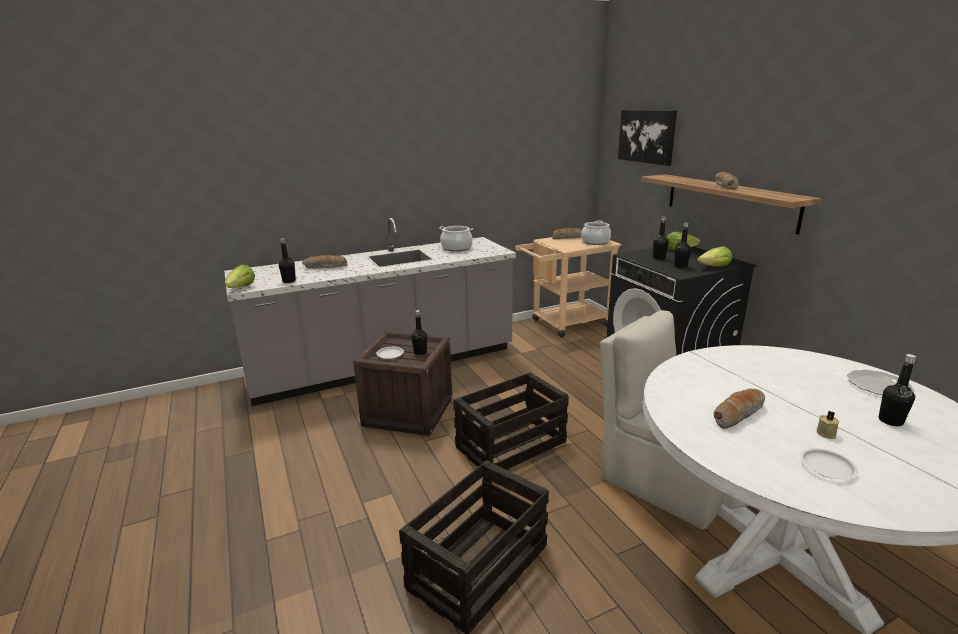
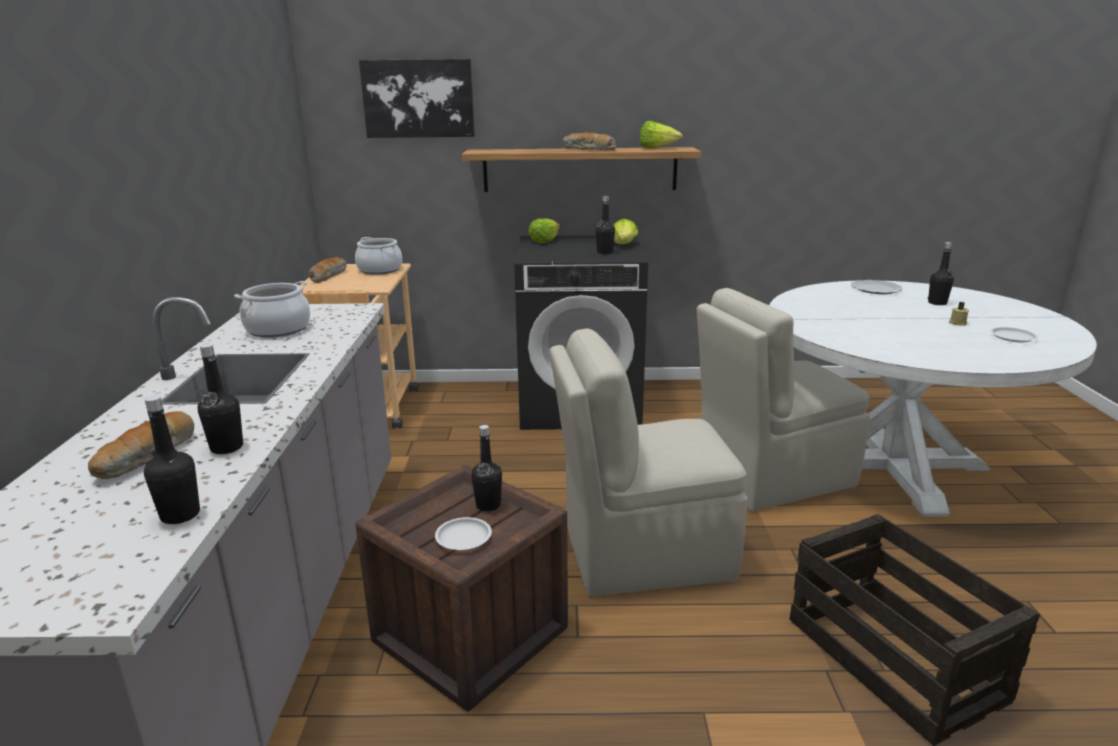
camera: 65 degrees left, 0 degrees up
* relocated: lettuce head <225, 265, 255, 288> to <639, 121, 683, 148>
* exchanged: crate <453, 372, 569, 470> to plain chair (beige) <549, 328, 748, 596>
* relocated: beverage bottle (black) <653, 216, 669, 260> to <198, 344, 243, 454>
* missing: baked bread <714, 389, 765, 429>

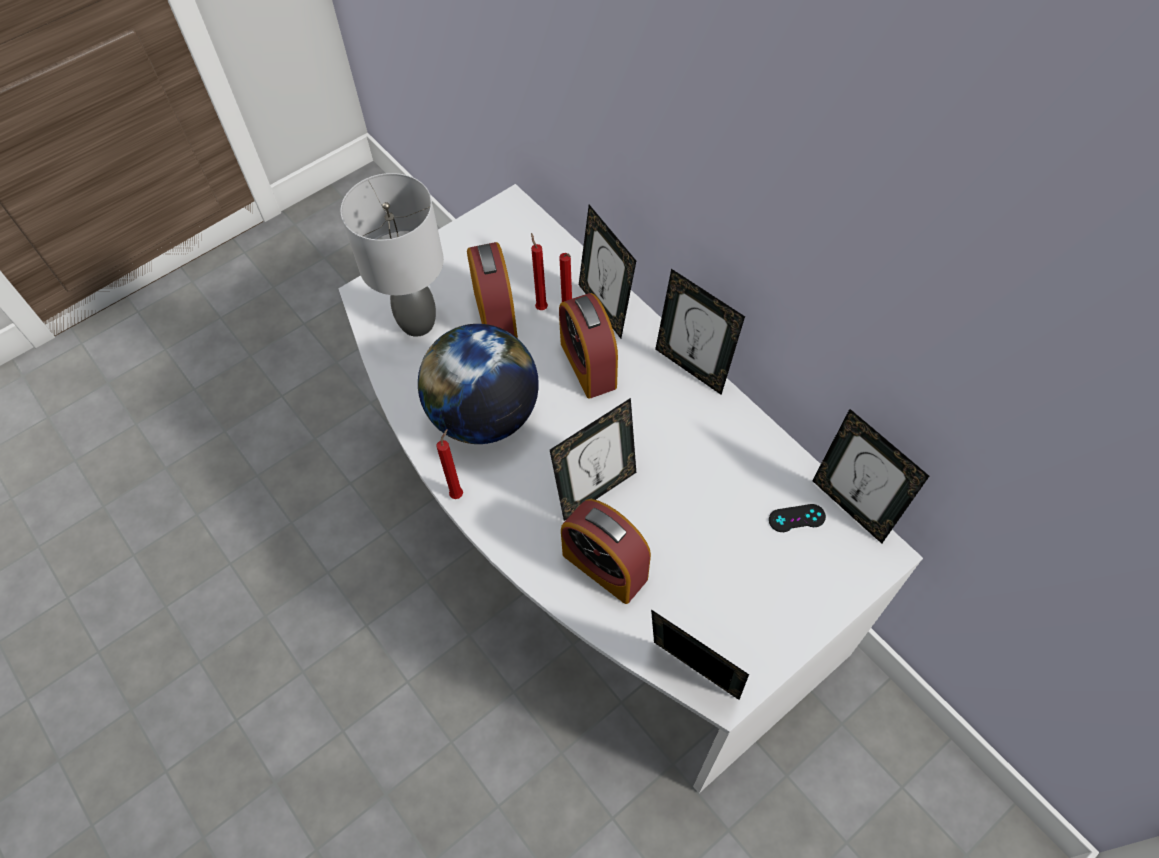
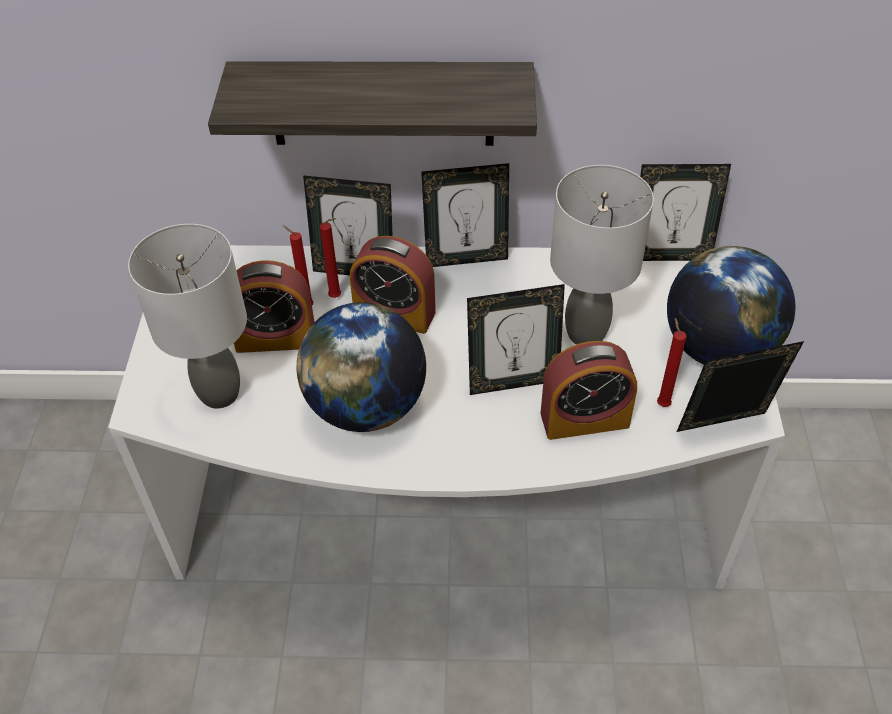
camera: 50 degrees left, 10 degrees down
* relocated: candle (red) <436, 429, 463, 499> to <657, 318, 687, 407>
* spun: alarm clock <467, 242, 518, 338> = <234, 260, 315, 353> 150 degrees clockwise
* spun: standing frame <550, 398, 636, 521> = <467, 284, 565, 395> 75 degrees clockwise
* missing: joypad (black) <769, 504, 826, 532>
* appeared: shelf <208, 61, 537, 146>
* appeared: lamp for a table (greyish) <550, 165, 654, 344>
* appeared: globe <667, 246, 795, 365>

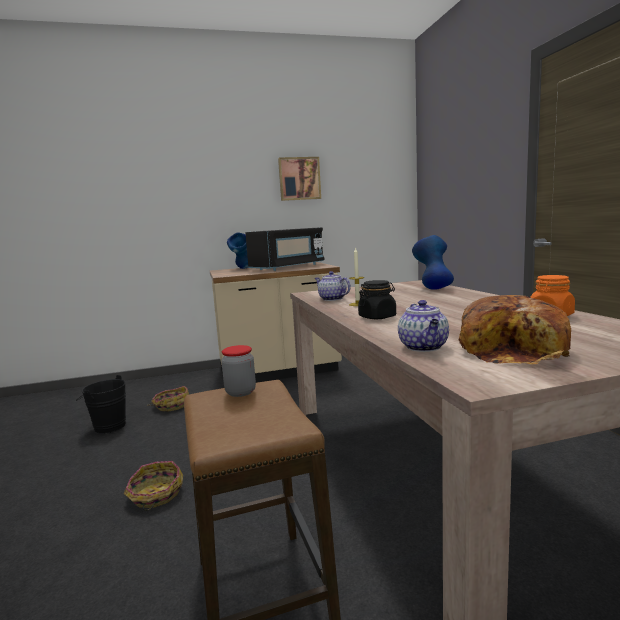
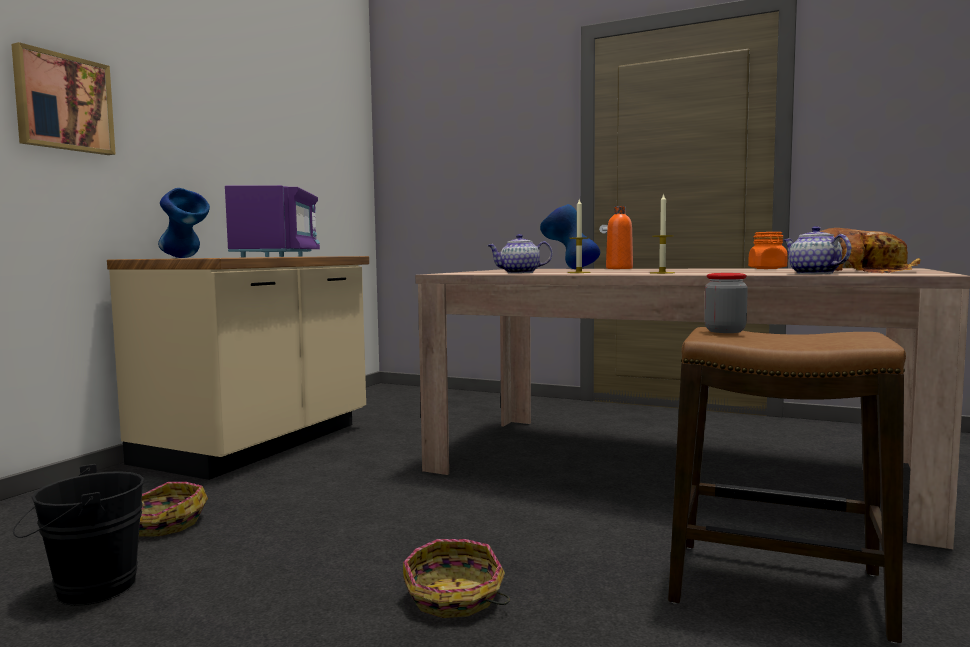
camera: 50 degrees left, 5 degrees down
* colour: kitchen microwave (black) <245, 227, 324, 271> to kitchen microwave (purplish) <225, 185, 320, 257>
* relocated: picture <278, 157, 321, 201> to <11, 42, 116, 155>
* exchanged: storage jar (black) <358, 280, 396, 319> to candle <650, 193, 675, 274>
* spun: teapot <398, 300, 449, 352> = <784, 226, 851, 274> 150 degrees counterclockwise
* appeared: beverage bottle (orangey) <606, 206, 633, 269>

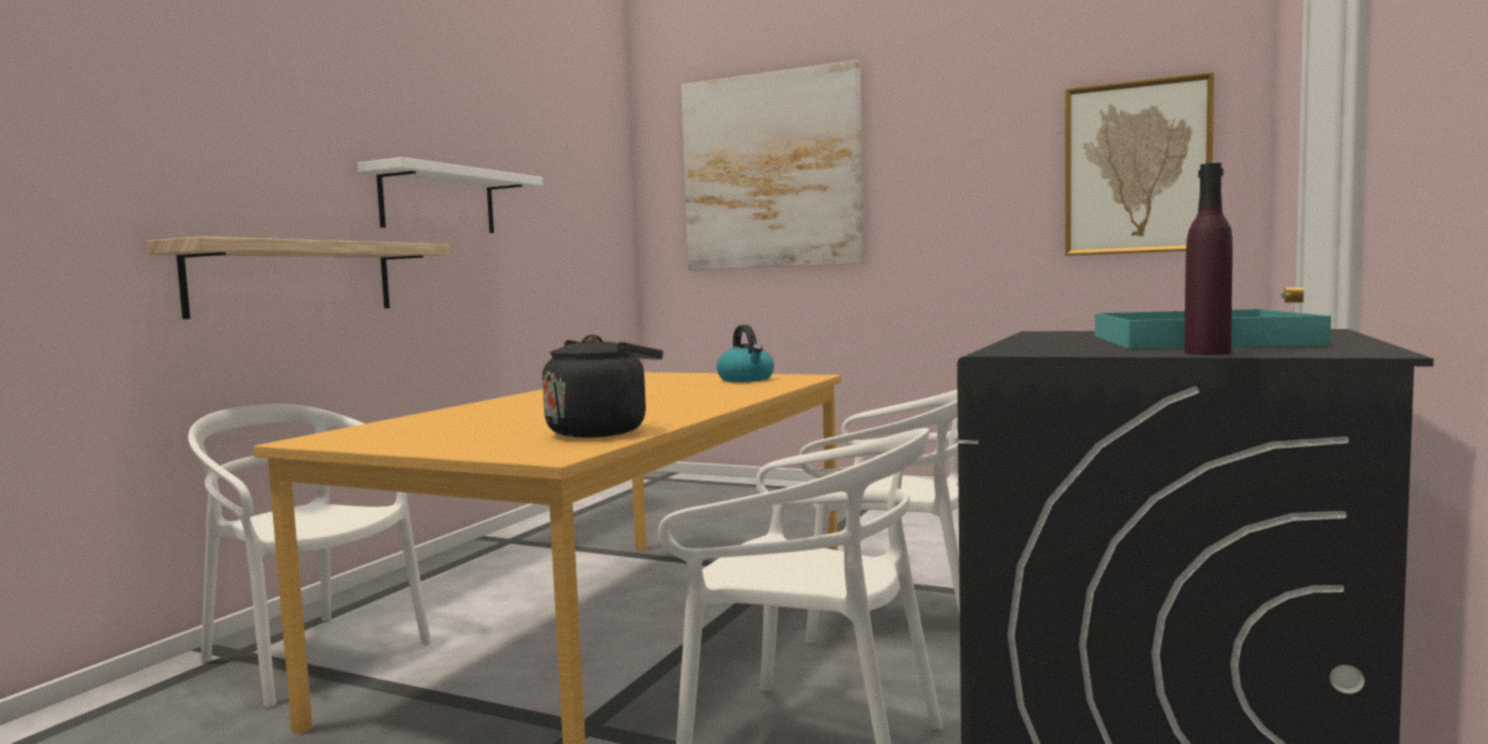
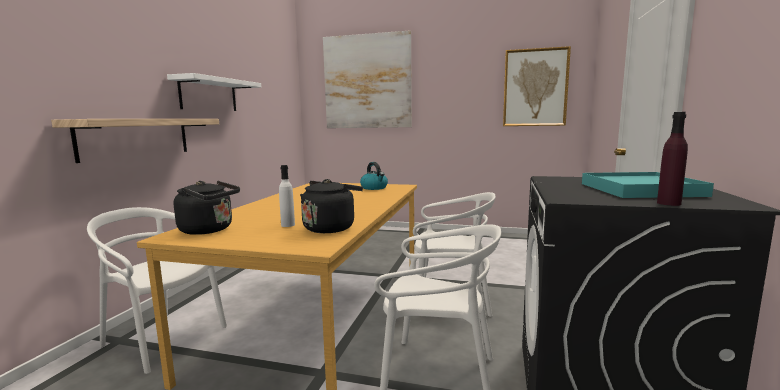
camera: 10 degrees left, 5 degrees up
* appeared: water kettle (black) <174, 181, 240, 235>
* appeared: beverage bottle (whitish) <279, 165, 295, 227>

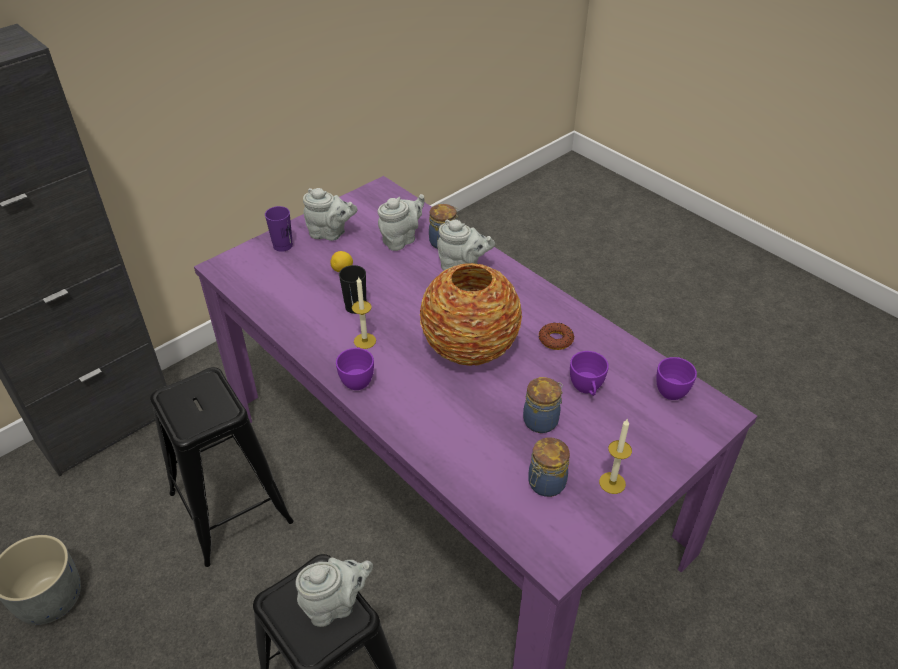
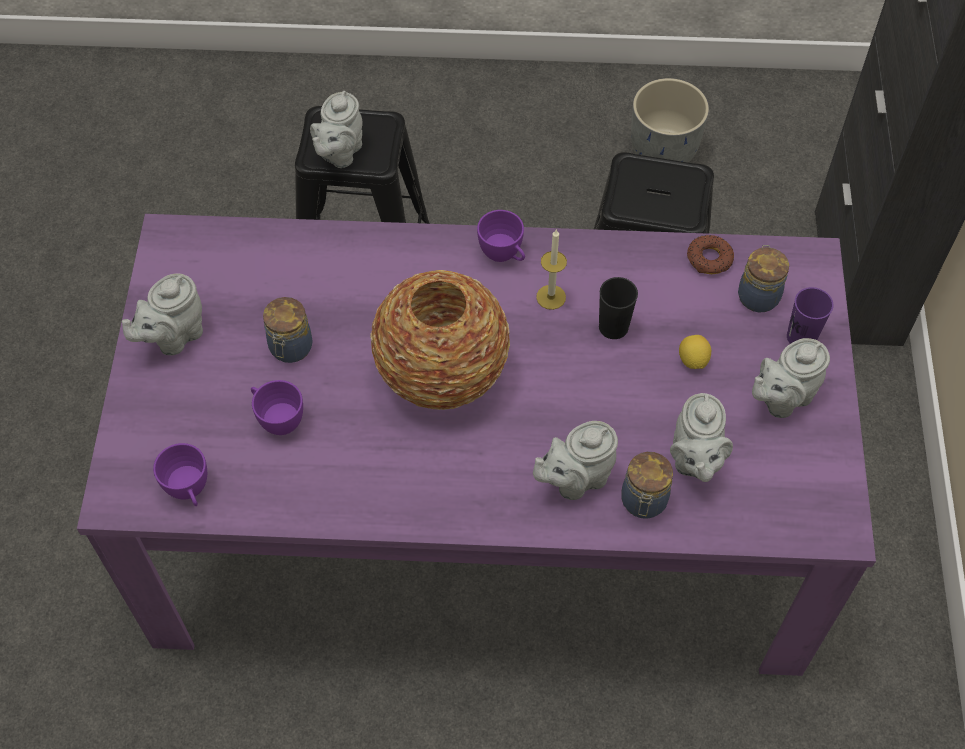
camera: 135 degrees right, 15 degrees up
* relocated: storage jar <528, 437, 570, 497> to <738, 245, 789, 313>
* relocated: doughnut <539, 322, 575, 350> to <687, 235, 734, 274>
* exchanged: candle <599, 419, 632, 494> to teapot (greyish) <122, 274, 203, 356>

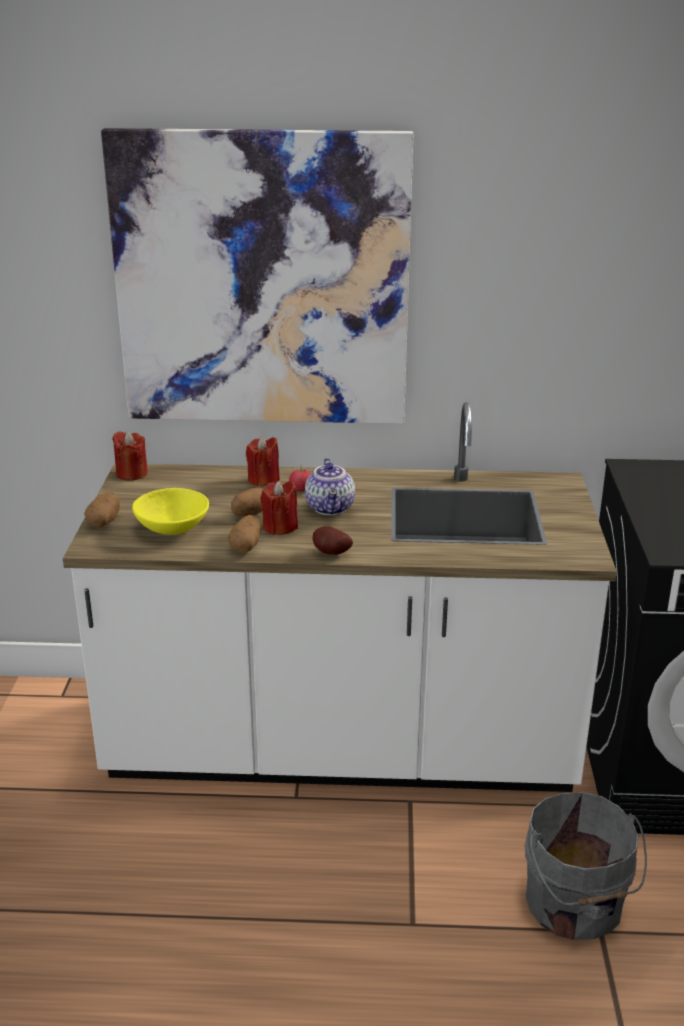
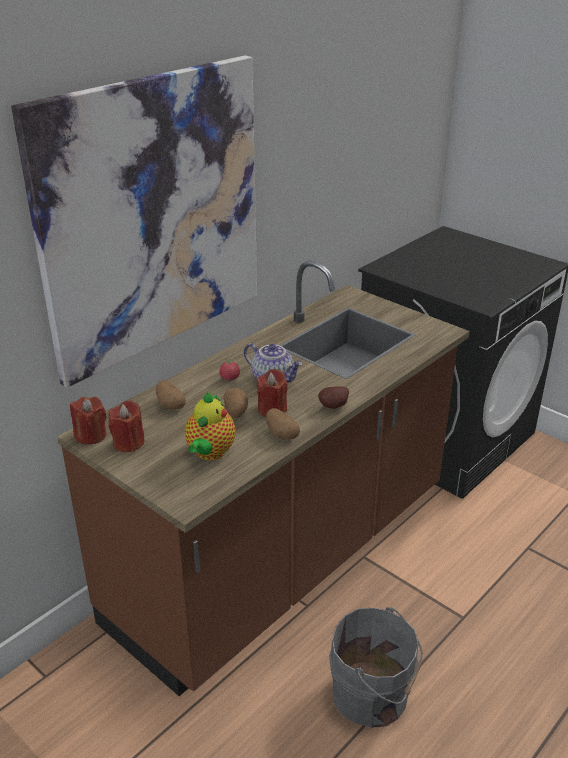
camera: 50 degrees left, 5 degrees up
* colour: counter (whitish) <63, 402, 617, 792> to counter (brown) <57, 261, 470, 696>
* relocated: potato <84, 492, 120, 527> to <156, 380, 186, 410>
* exchanged: deep dish (yellowish) <132, 488, 209, 535> to teapot <185, 392, 236, 460>
* relocated: candle (red) <246, 436, 280, 486> to <108, 400, 145, 452>
* relocated: water bucket (greyish) <525, 792, 647, 940> to <329, 607, 423, 727>

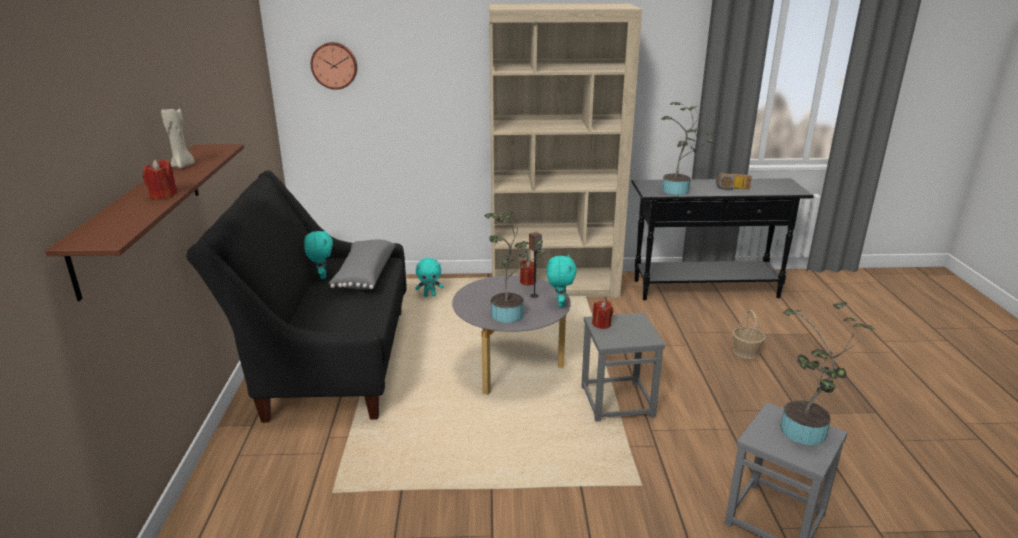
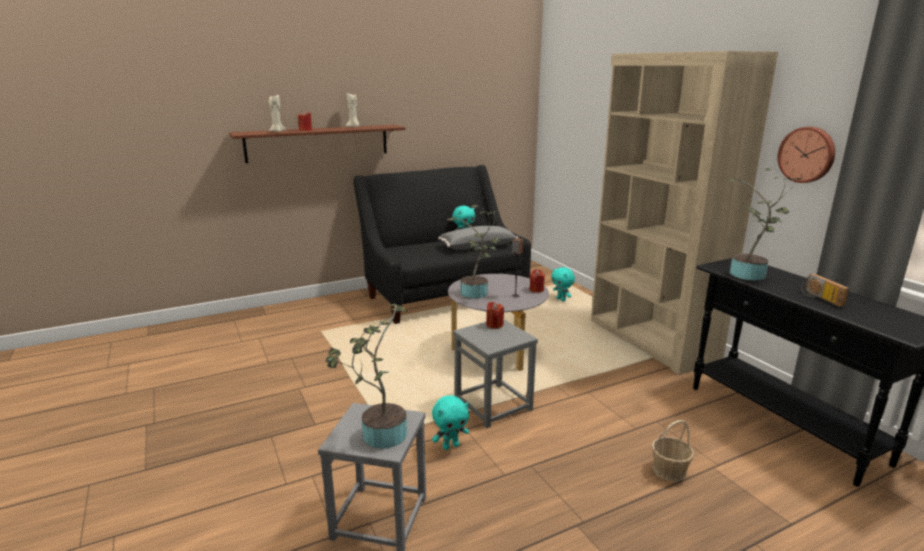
camera: 65 degrees right, 5 degrees down
* relocated: clock on the wall <311, 42, 357, 90> to <777, 127, 835, 183>
* relocated: soft toy (turquoise) <547, 254, 577, 307> to <432, 396, 469, 450>
* appeared: candle (beige) <269, 95, 286, 132>

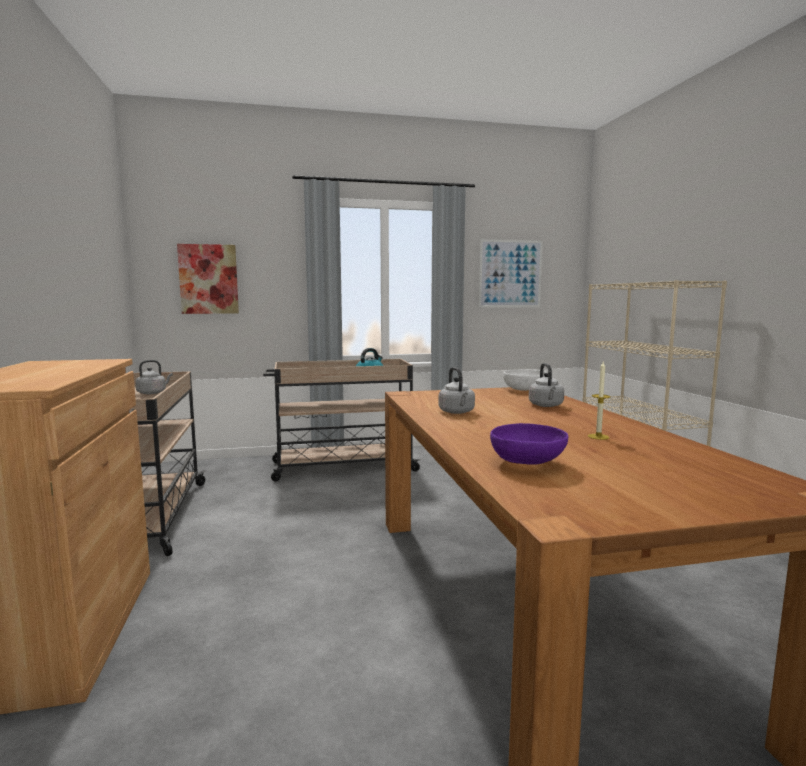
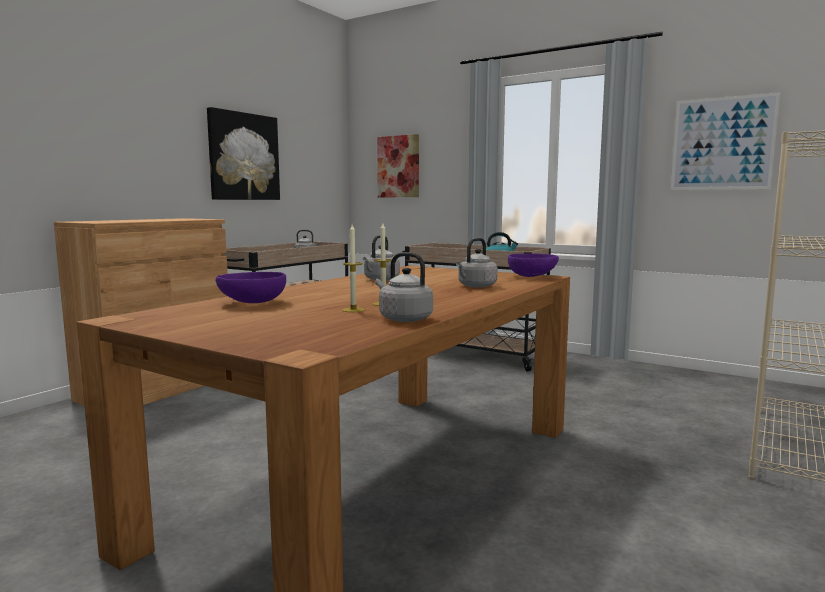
camera: 45 degrees right, 0 degrees up
* colour: deep dish (whitish) <503, 369, 547, 391> to deep dish (purplish) <508, 253, 559, 277>
* appeared: picture <207, 107, 280, 200>
* appeared: candle <342, 224, 365, 312>
* appeared: water kettle (greyish) <375, 252, 433, 322>

